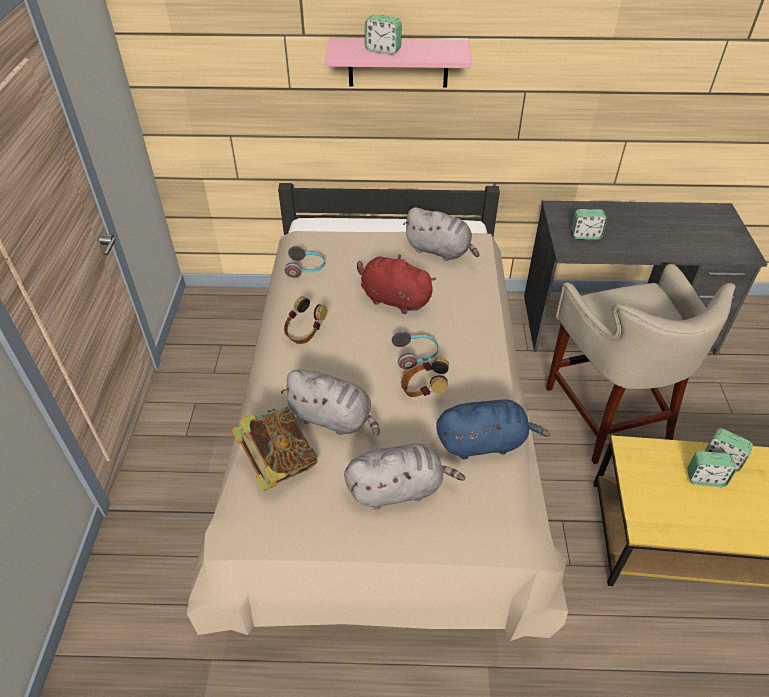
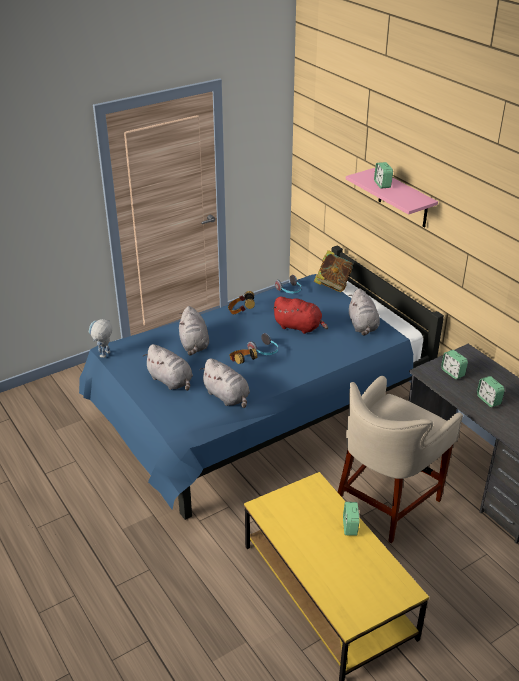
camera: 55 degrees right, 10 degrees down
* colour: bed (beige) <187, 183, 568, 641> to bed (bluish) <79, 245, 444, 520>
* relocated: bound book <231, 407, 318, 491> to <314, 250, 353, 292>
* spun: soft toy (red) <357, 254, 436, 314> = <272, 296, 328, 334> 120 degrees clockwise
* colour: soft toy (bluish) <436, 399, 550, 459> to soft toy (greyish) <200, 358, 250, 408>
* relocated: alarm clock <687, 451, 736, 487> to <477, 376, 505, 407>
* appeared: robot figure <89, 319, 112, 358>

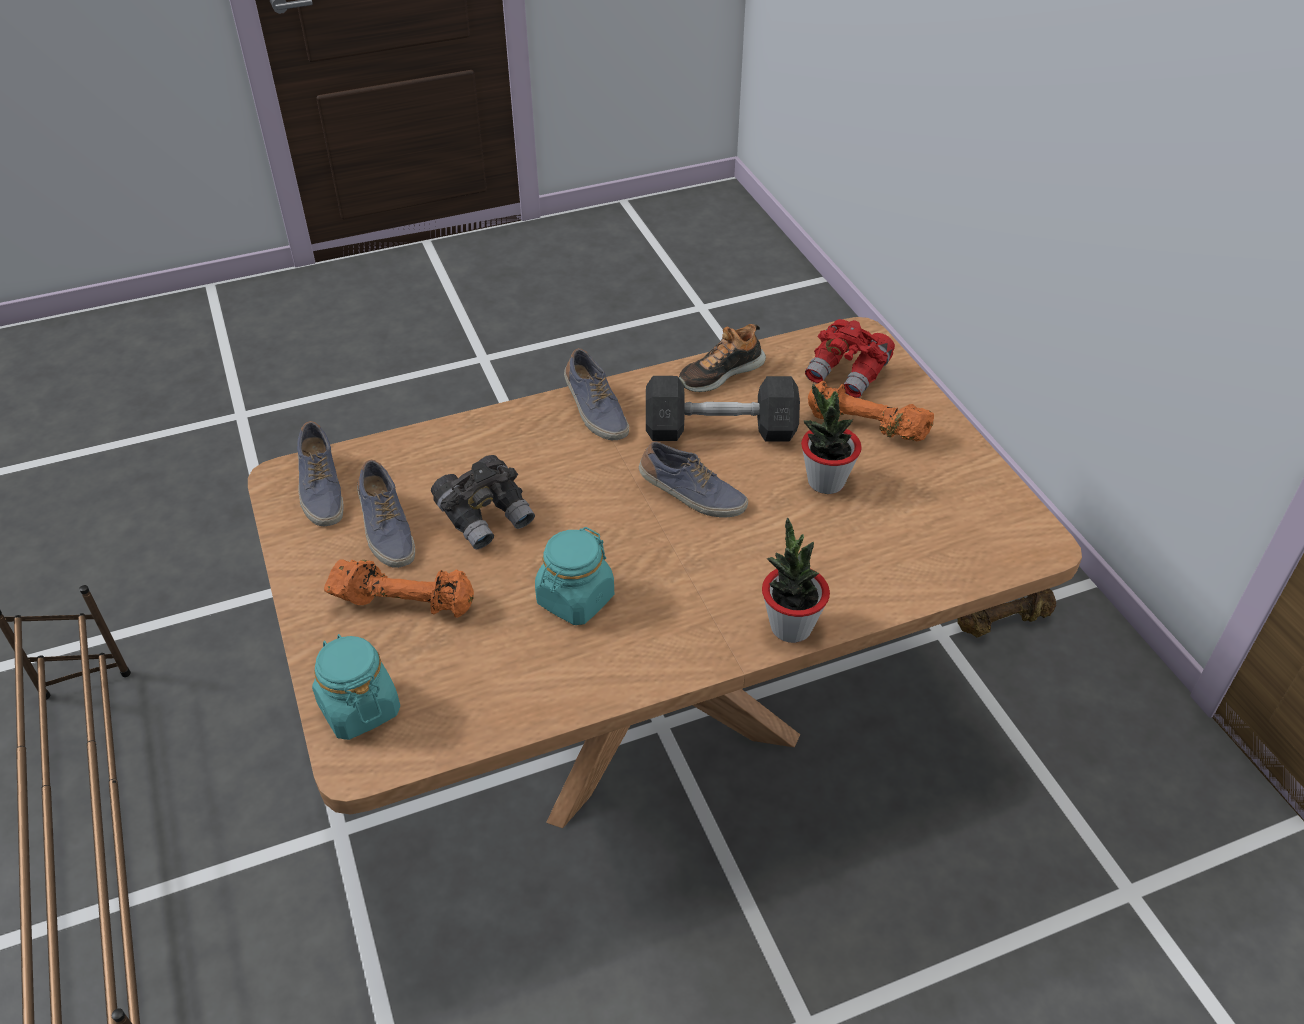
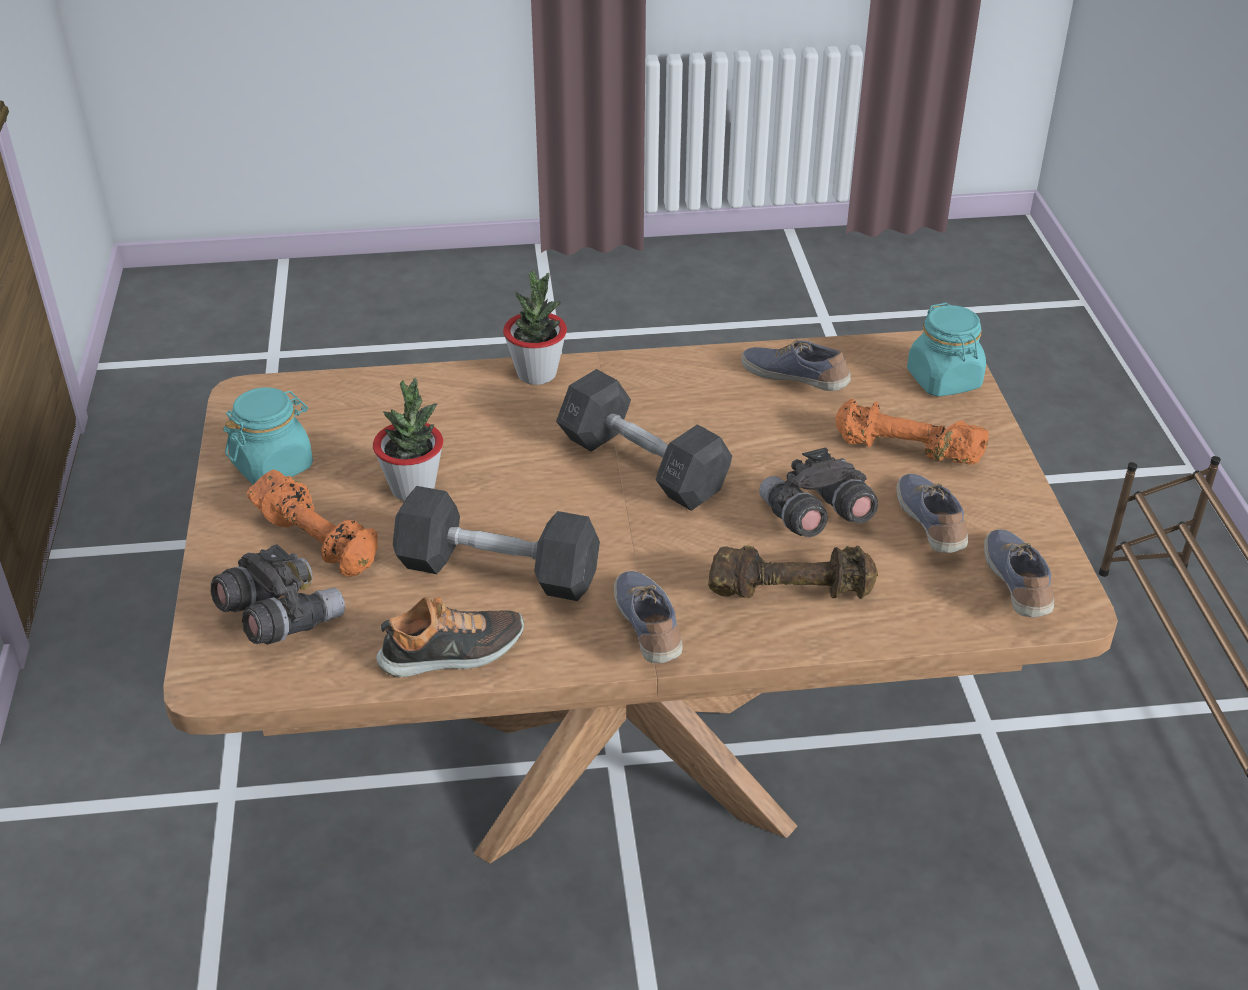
camera: 165 degrees left, 5 degrees down
* relocated: storage jar (turquoise) <535, 527, 614, 625> to <223, 387, 313, 485>
* relocated: low shoe <639, 441, 748, 517> to <741, 340, 851, 391>
* colour: binoculars (red) <805, 319, 895, 398> to binoculars (greyish) <211, 544, 345, 645>
* relocated: free weight (brown) <957, 589, 1056, 638> to <708, 545, 878, 599>
* appeared: free weight (greyish) <556, 369, 732, 511>

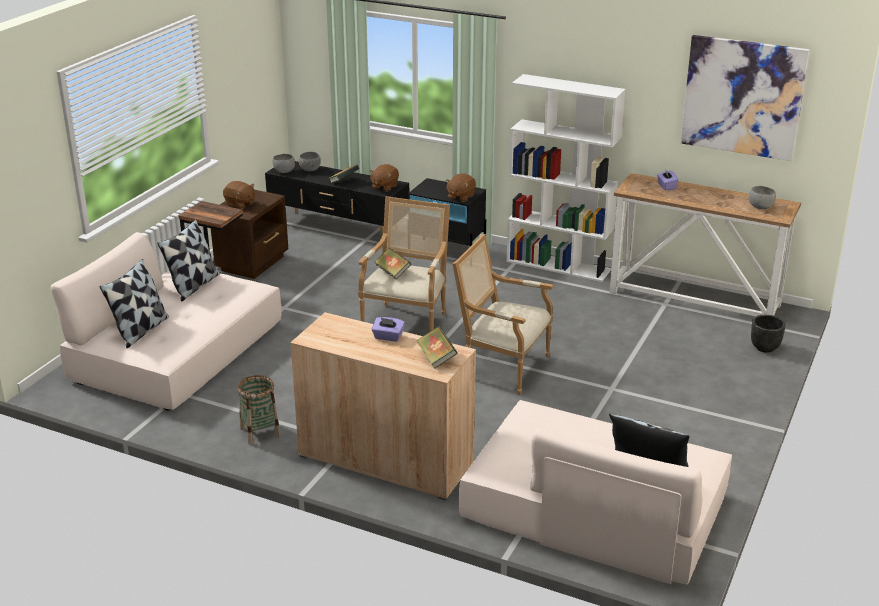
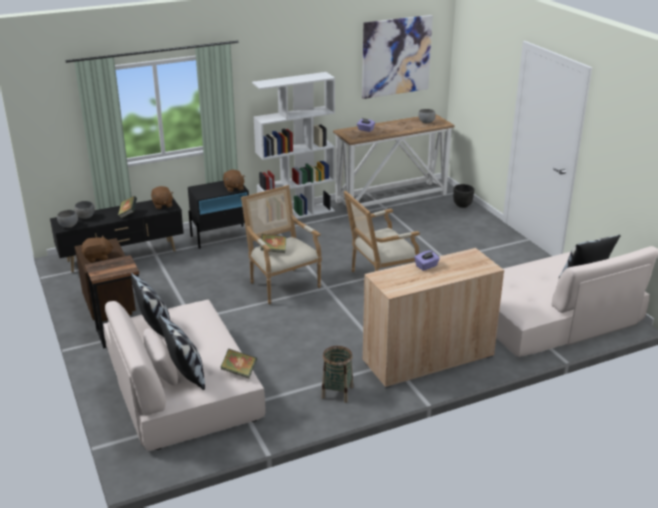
camera: 50 degrees left, 0 degrees up
* relocated: bound book <416, 326, 457, 369> to <221, 349, 257, 378>

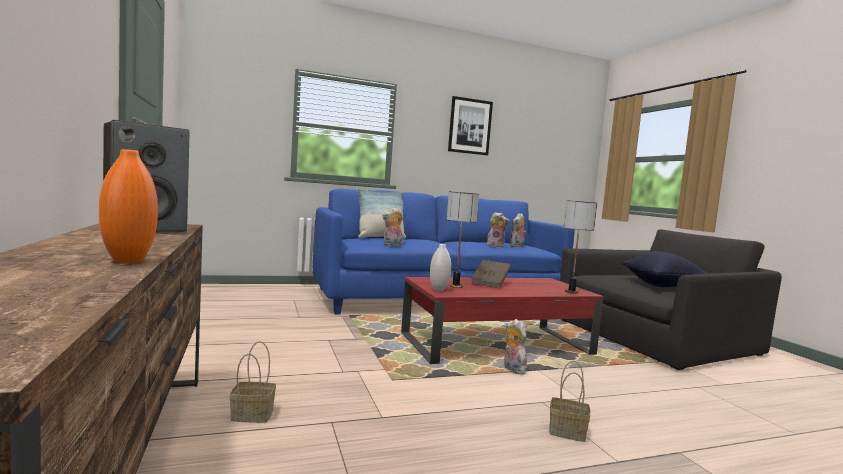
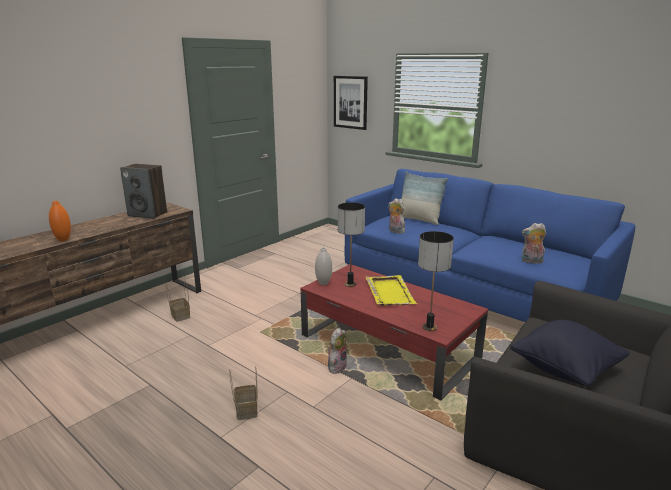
camera: 60 degrees right, 15 degrees up
* relocated: picture <448, 96, 493, 155> to <334, 76, 368, 130>
* exchanged: bound book (brown) <471, 260, 511, 288> to tray (yellowish) <366, 275, 417, 306>
* missing: soft toy <487, 212, 510, 247>

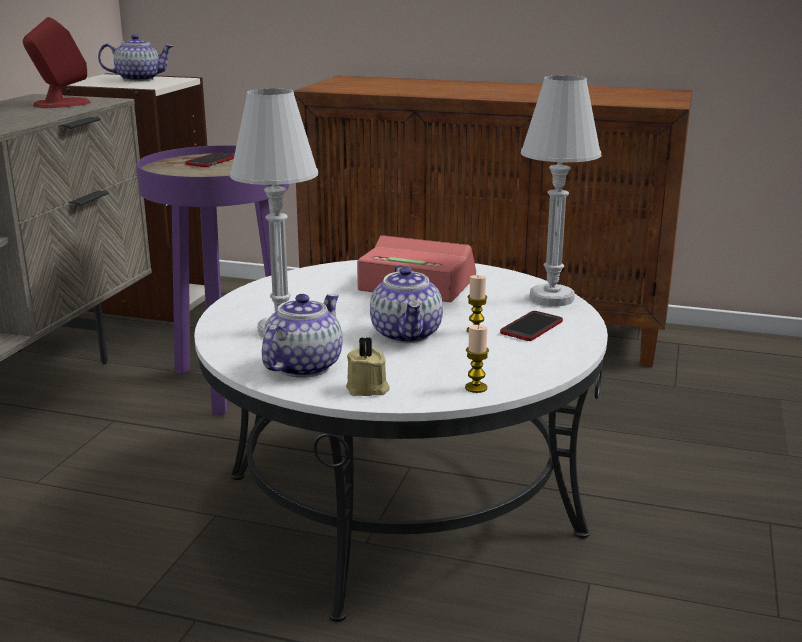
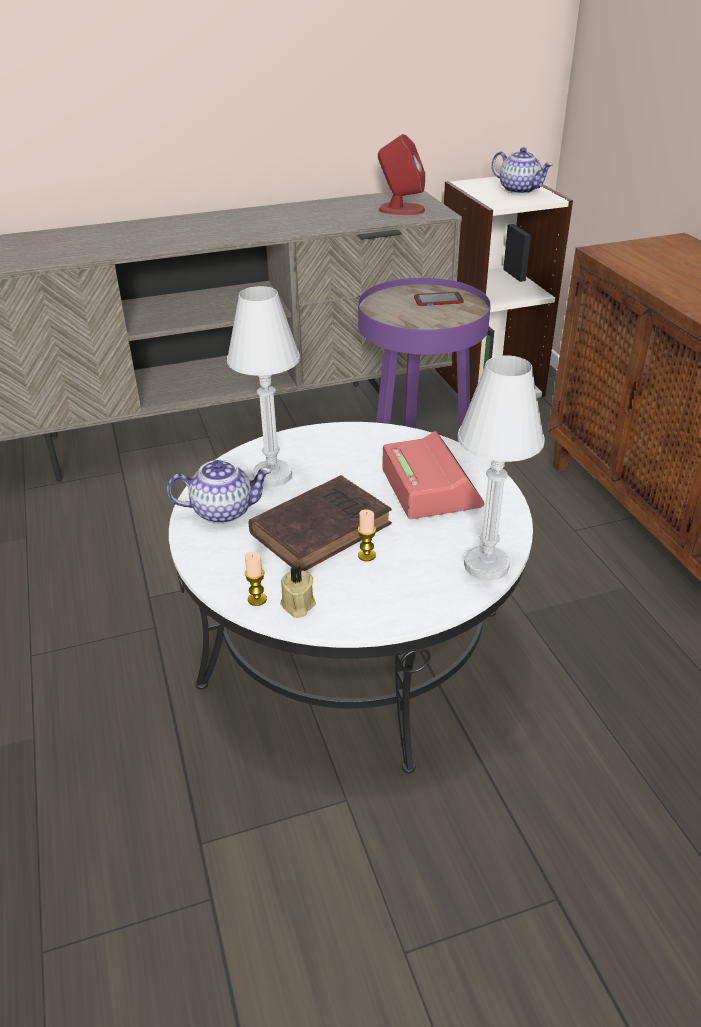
camera: 55 degrees right, 15 degrees up
* relocated: candle (beige) <346, 337, 390, 396> to <280, 566, 316, 618>
* exchanged: teapot <370, 265, 443, 343> to bound book (brown) <249, 475, 392, 571>
* missing: telephone <500, 311, 563, 341>

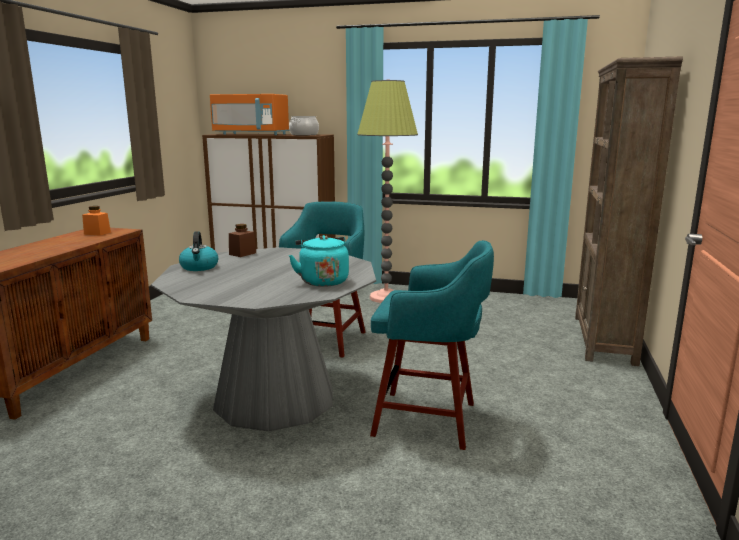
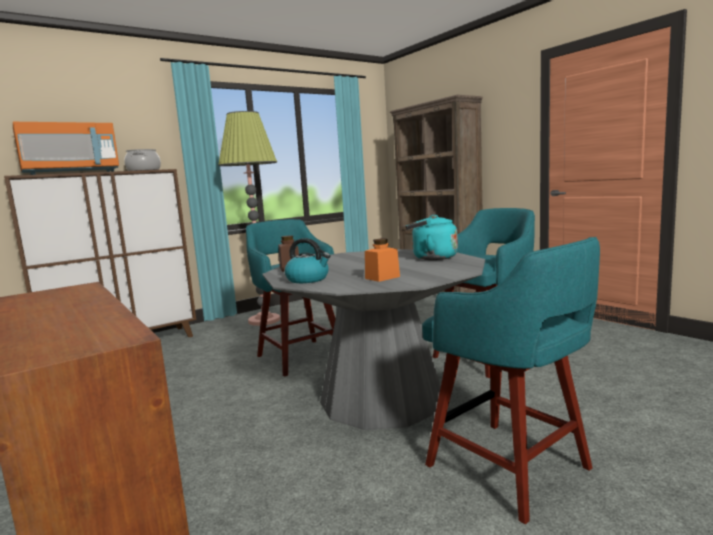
camera: 50 degrees left, 5 degrees down
* relocated: storage jar (orangey) <82, 206, 111, 236> to <365, 239, 400, 282>
* appeared: sitting stool (turquoise) <422, 237, 600, 524>

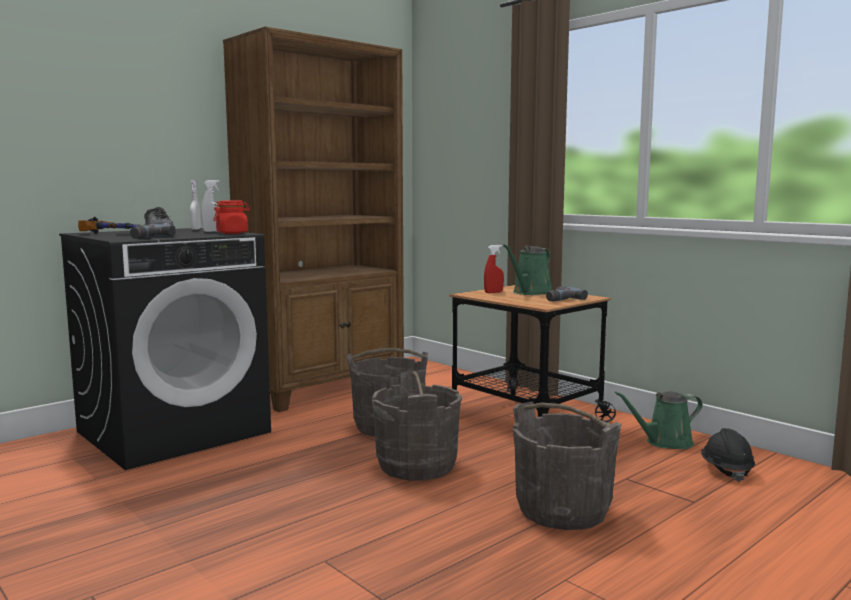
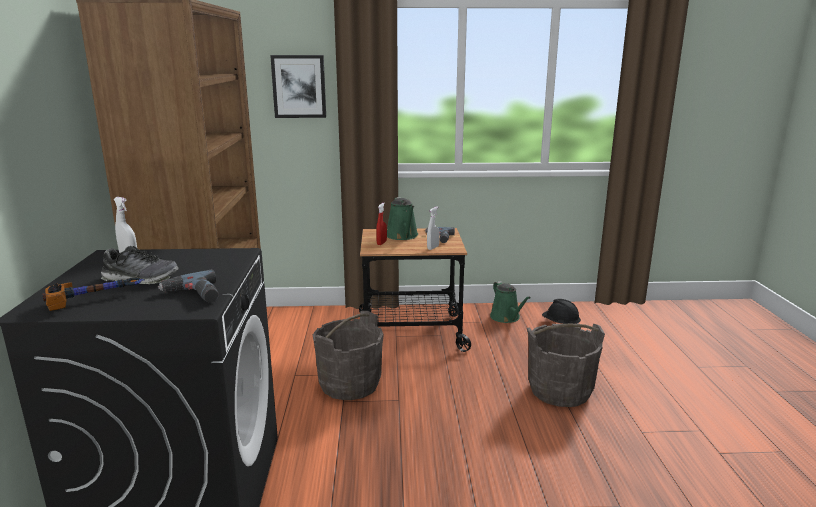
camera: 50 degrees left, 10 degrees up
* relocated: hand sprayer (whitish) <201, 180, 220, 232> to <427, 207, 440, 250>
* missing: storage jar (red) <213, 200, 250, 234>
* missing: water bucket (greyish) <372, 370, 462, 480>
* spun: sprinkling can (greenish) <615, 391, 703, 449> = <490, 281, 531, 323> 45 degrees counterclockwise
* appeared: picture <270, 55, 326, 118>

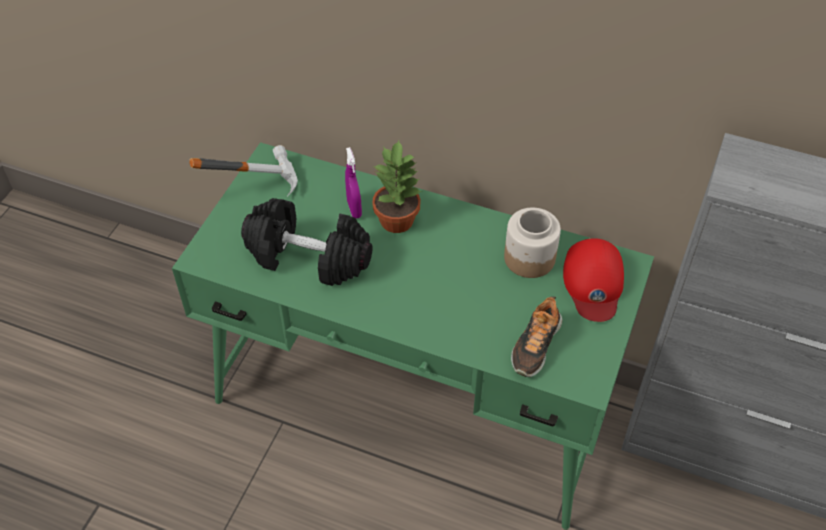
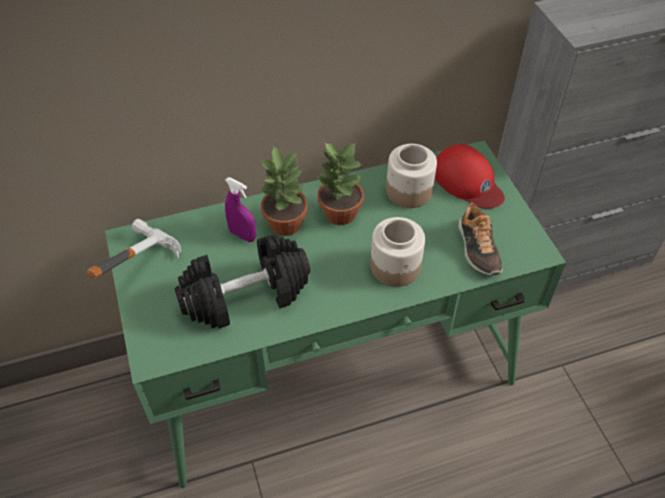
camera: 40 degrees left, 0 degrees up
* appeared: potted plant <317, 142, 364, 225>
* appeared: storage jar <370, 217, 425, 287>

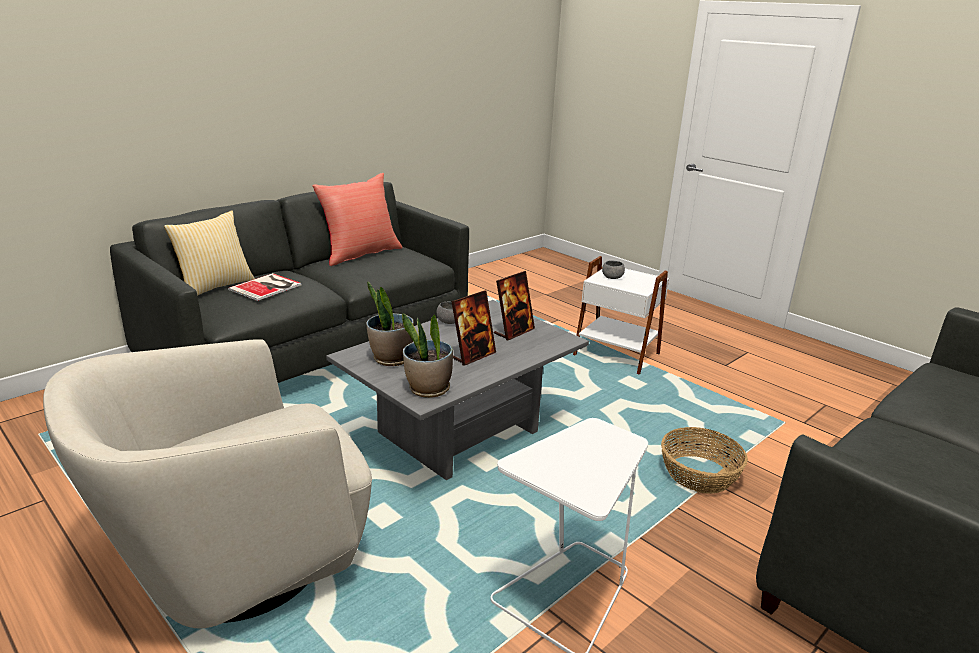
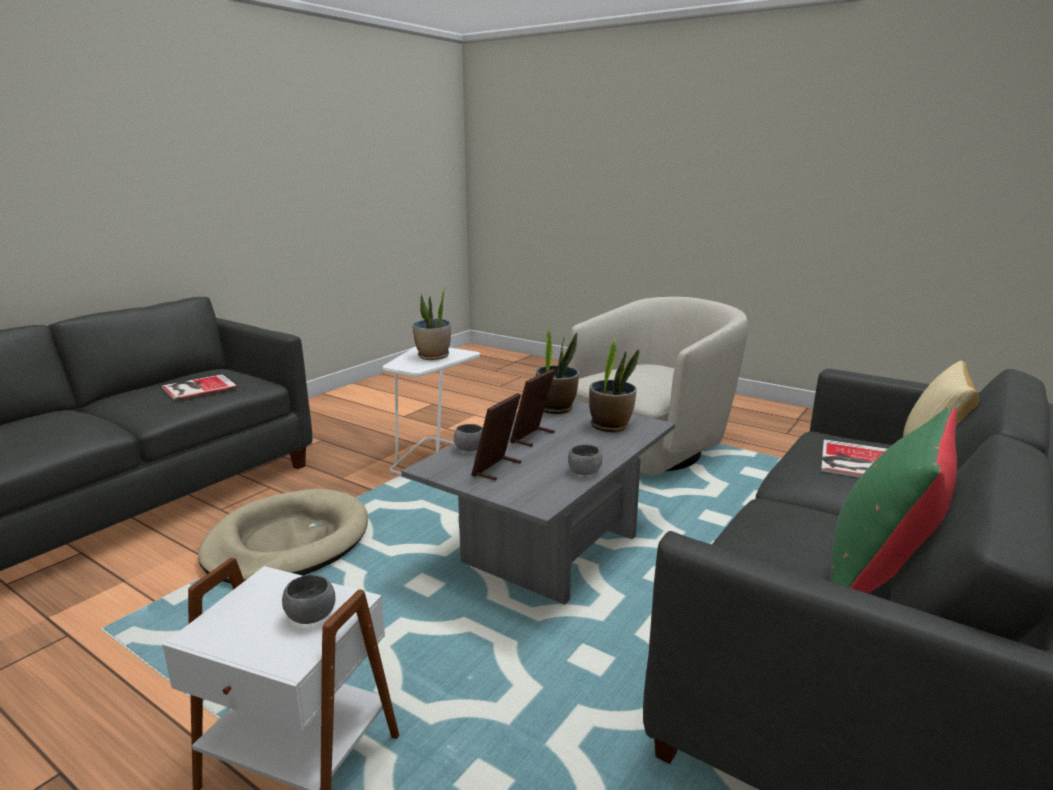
camera: 170 degrees right, 5 degrees down
* colour: pillow (red) <312, 173, 402, 266> to pillow (greenish) <831, 406, 957, 594>
* exchanged: basket <661, 427, 748, 494> to dog bed (beige) <198, 489, 368, 583>
* appeared: bound book <162, 374, 237, 400>
* appeared: potted plant <412, 287, 451, 360>
* appeared: deep dish (greyish) <454, 424, 483, 451>

